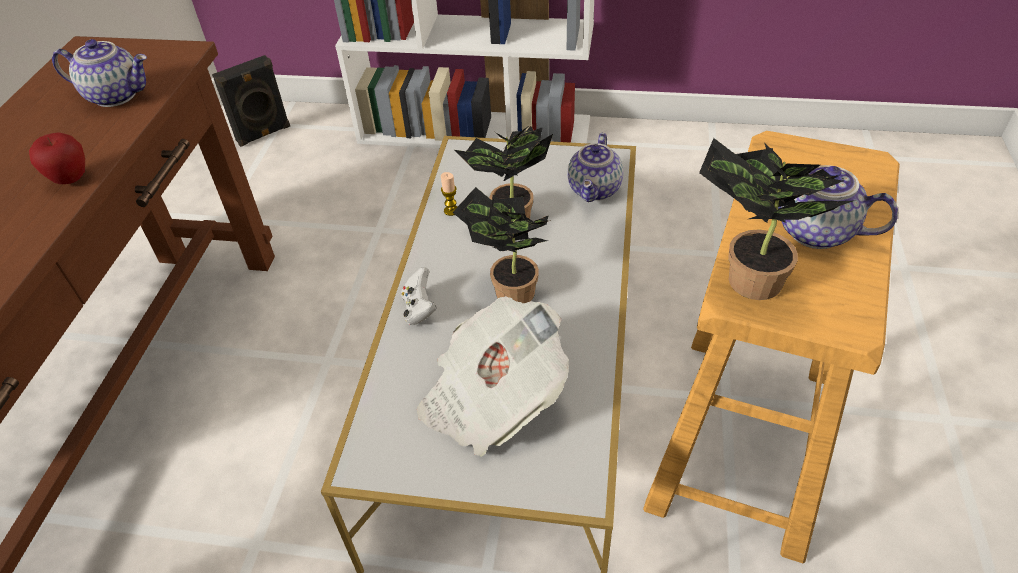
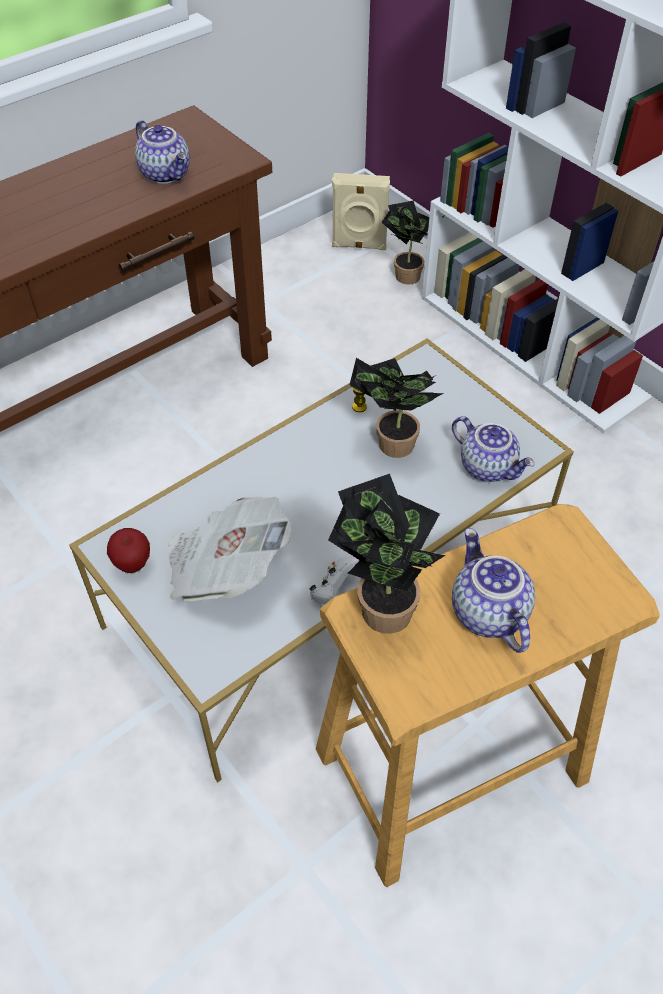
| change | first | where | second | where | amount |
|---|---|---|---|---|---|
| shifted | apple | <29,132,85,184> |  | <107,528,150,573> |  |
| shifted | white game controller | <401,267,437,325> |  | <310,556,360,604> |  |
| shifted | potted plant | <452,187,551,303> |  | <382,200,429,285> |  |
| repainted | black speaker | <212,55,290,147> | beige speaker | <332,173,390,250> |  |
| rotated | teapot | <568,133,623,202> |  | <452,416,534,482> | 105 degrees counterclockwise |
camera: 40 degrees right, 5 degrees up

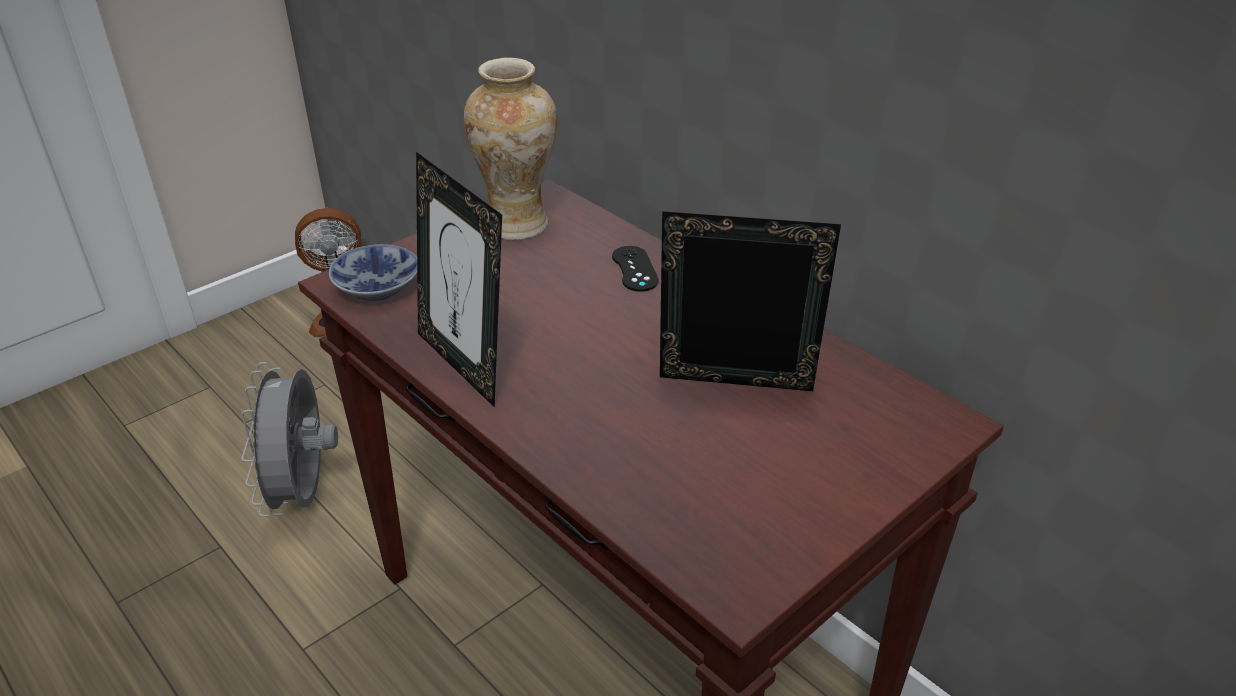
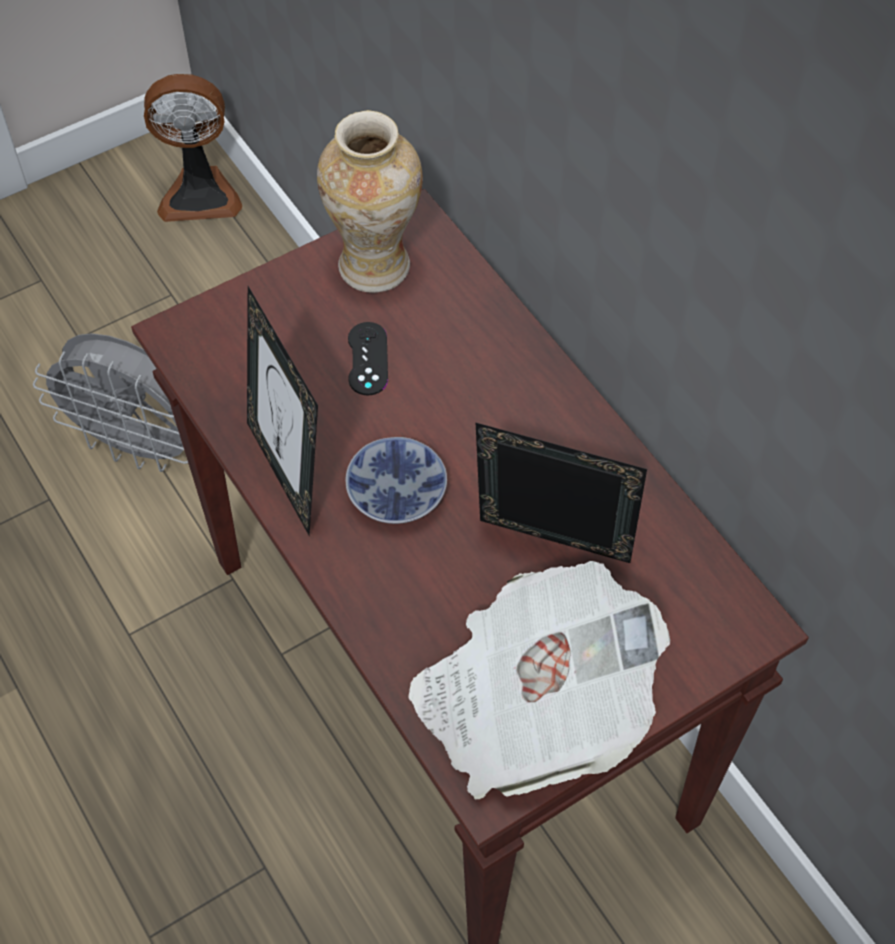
| change | first | where | second | where | amount |
|---|---|---|---|---|---|
| new |  |  | newspaper | <408,561,670,800> |  |
| shifted | bowl | <329,244,417,301> |  | <345,437,447,524> |  |
| shifted | black game controller | <612,246,659,292> |  | <348,322,388,395> |  |
| rotated | grey fan | <241,362,338,517> |  | <33,333,188,472> | 75 degrees counterclockwise |
camera: 10 degrees right, 20 degrees up

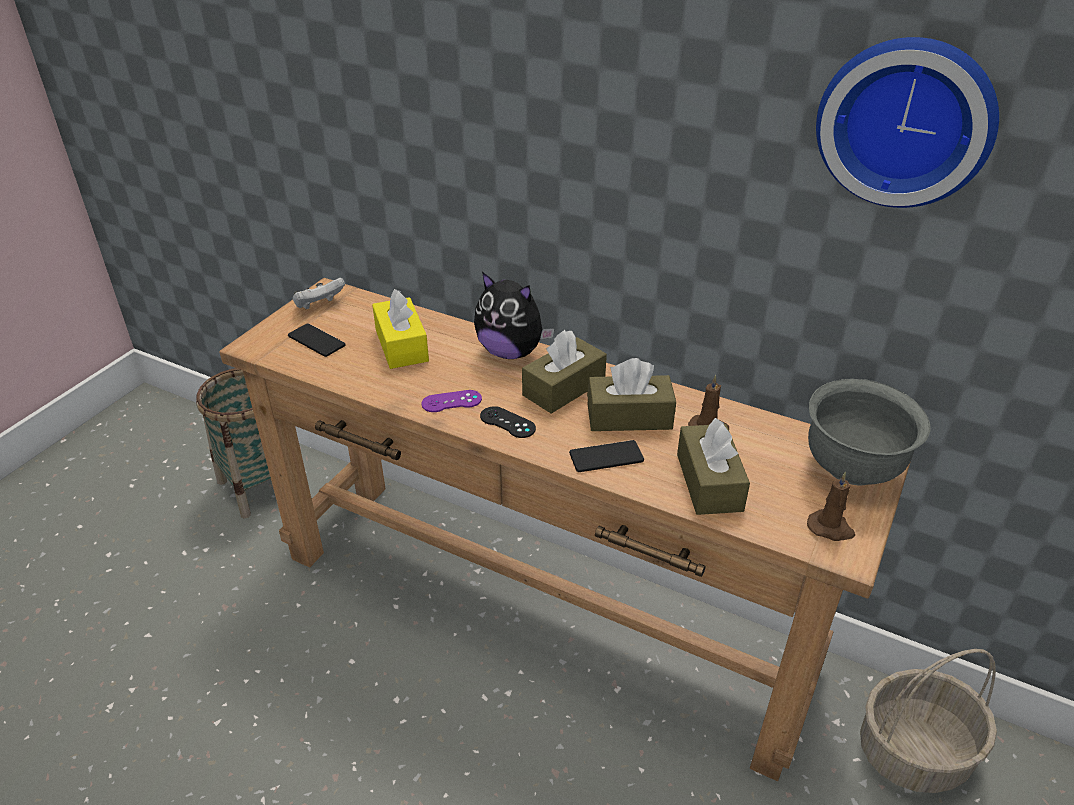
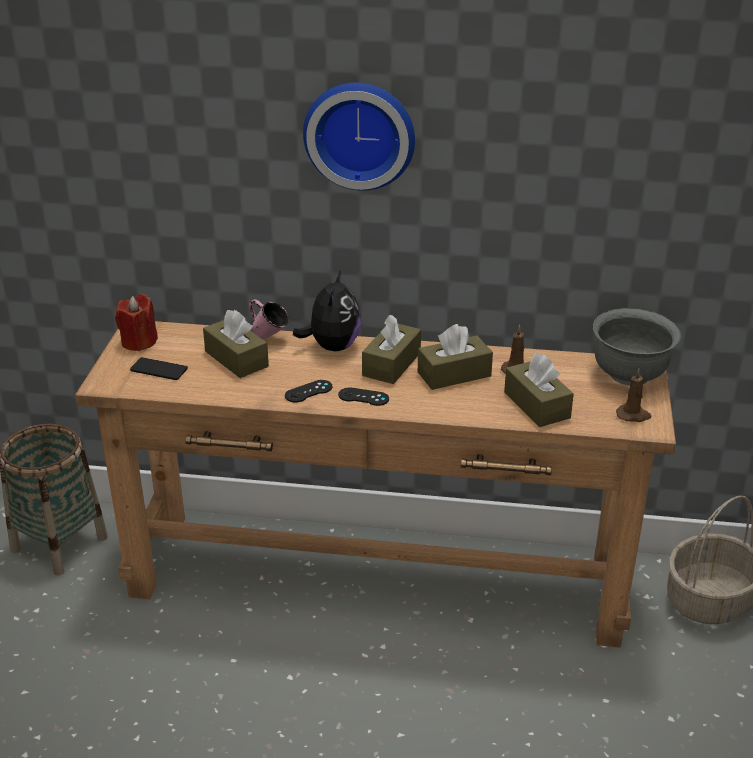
| change | first | where | second | where | amount |
|---|---|---|---|---|---|
| gone | phone | <569,440,644,472> |  |  |  |
| new |  |  | pink mug | <249,299,289,339> |  |
| shifted | wall clock | <816,37,999,208> |  | <303,83,415,191> |  |
| swapped | white game controller | <293,278,345,309> | red candle | <115,294,158,351> |  |
| repainted | yellow tissue box | <372,289,429,369> | brown tissue box | <203,310,269,378> |  |
| repainted | purple game controller | <421,390,482,412> | black game controller | <285,380,332,403> |  |
| rotated | plush toy | <474,272,555,359> |  | <293,270,361,351> | 90 degrees counterclockwise |
camera: 20 degrees left, 5 degrees down

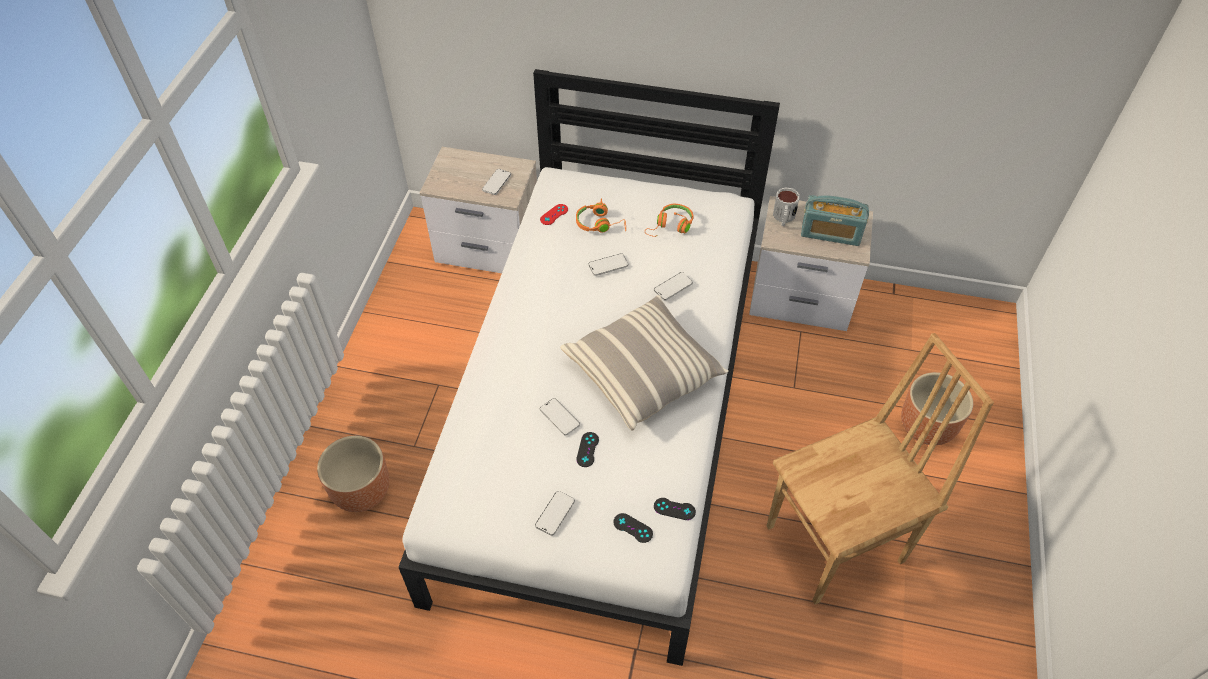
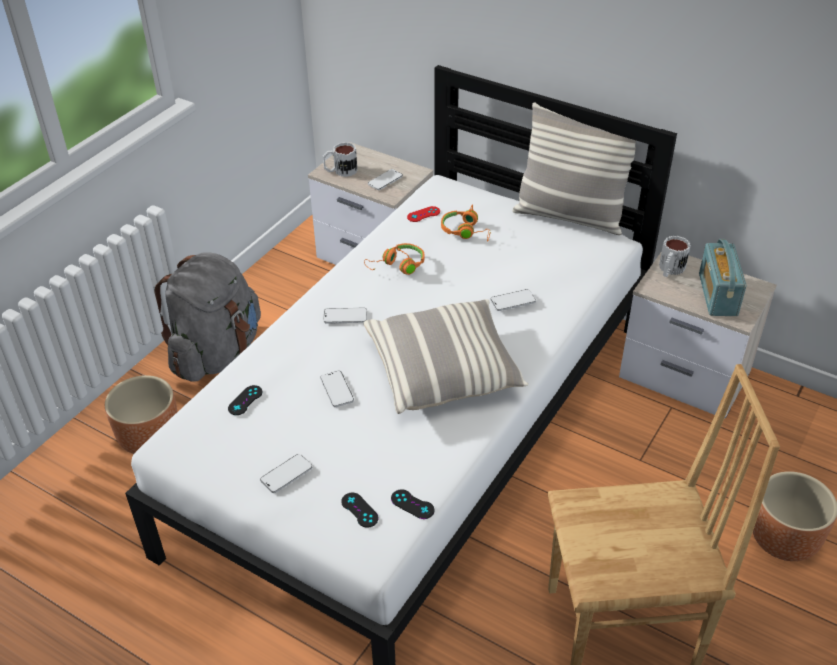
| change | first | where | second | where | amount |
|---|---|---|---|---|---|
| new |  |  | grey backpack | <154,252,261,382> |  |
| new |  |  | mug | <323,142,357,177> |  |
| new |  |  | pillow | <512,102,636,235> |  |
| shifted | black game controller | <576,432,599,467> |  | <228,385,263,415> |  |
| shifted | phone | <588,253,628,276> |  | <323,308,367,324> |  |
| shifted | orange headphones | <645,204,694,237> |  | <364,243,425,275> |  |
| rotated | radio | <801,195,869,246> |  | <699,239,747,316> | 60 degrees clockwise |
camera: 20 degrees right, 10 degrees down

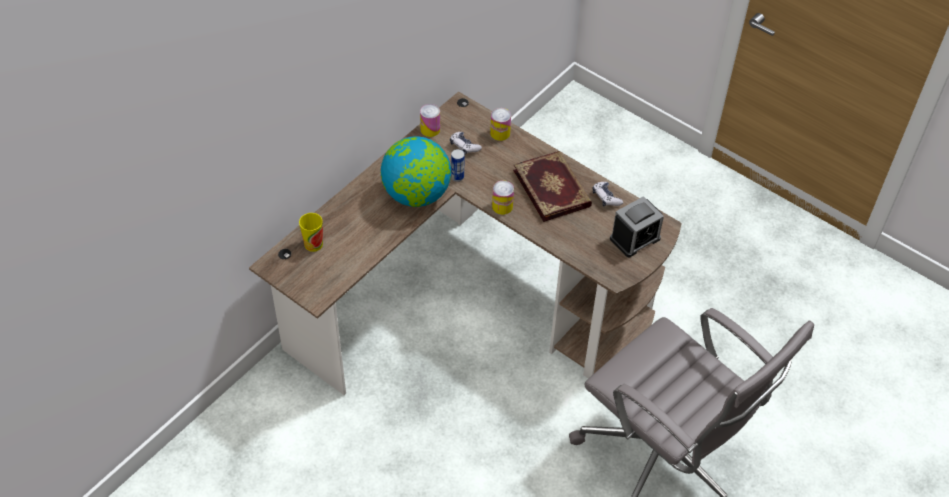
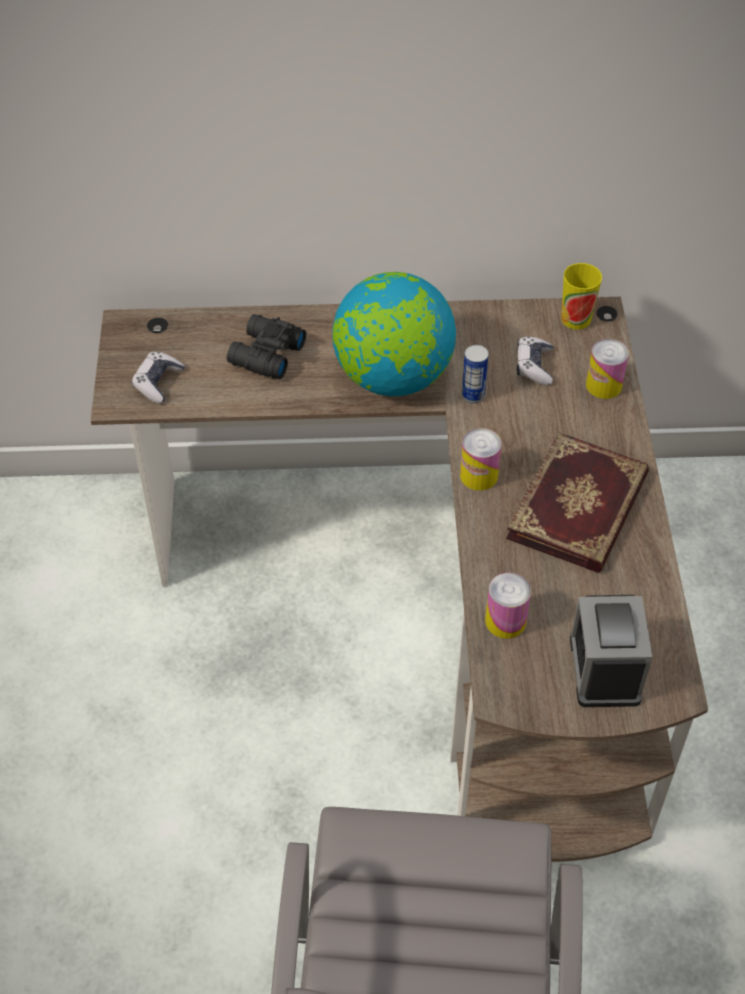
| change | first | where | second | where | amount |
|---|---|---|---|---|---|
| new |  |  | black binoculars | <227,314,306,379> |  |
| shifted | cup | <299,213,323,252> |  | <561,263,602,330> |  |
| shifted | can | <420,104,440,137> |  | <485,573,531,639> |  |
| shifted | game controller | <592,182,623,206> |  | <132,352,185,404> |  |
| rotated | alarm clock | <610,196,664,257> |  | <570,595,652,707> | 75 degrees clockwise |
camera: 50 degrees right, 0 degrees up

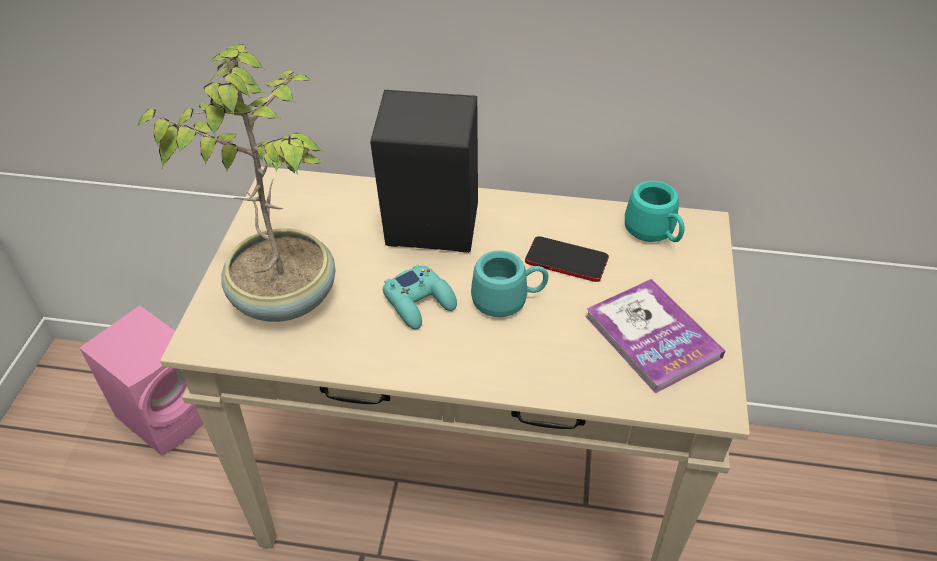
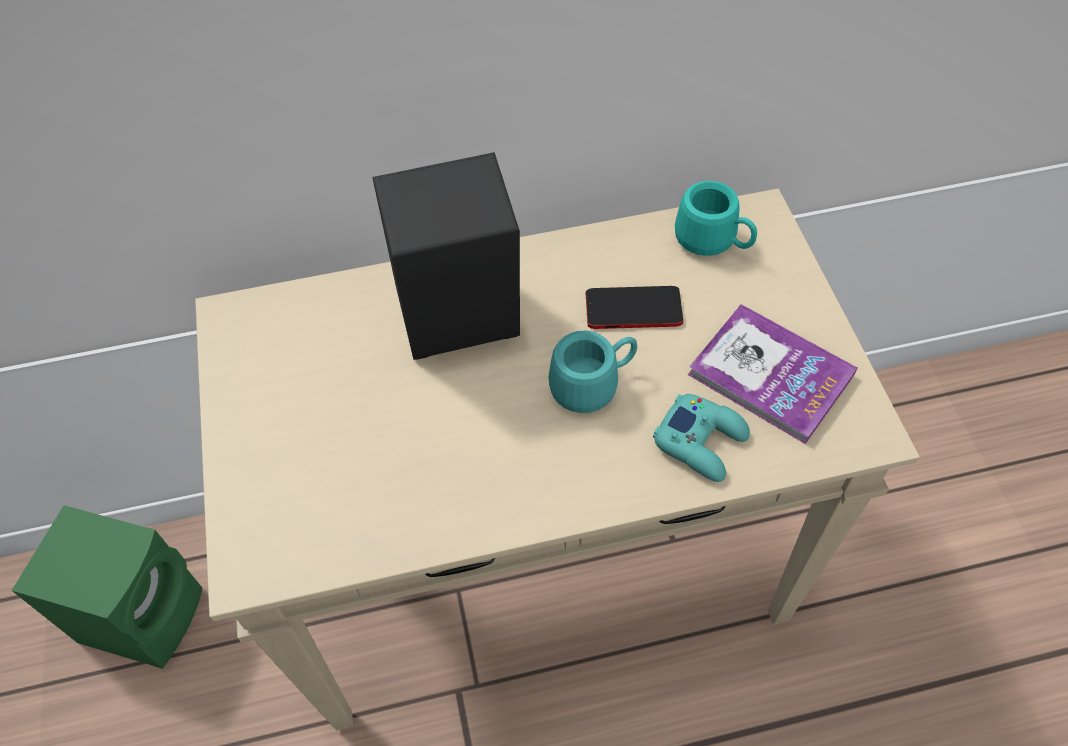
| change | first | where | second | where | amount |
|---|---|---|---|---|---|
| gone | potted plant | <137,44,336,322> |  |  |  |
| shifted | turquoise game controller | <383,264,457,329> |  | <653,394,750,482> |  |
| repainted | pink speaker | <80,305,203,456> | green speaker | <12,505,203,669> |  |
camera: 20 degrees left, 10 degrees up

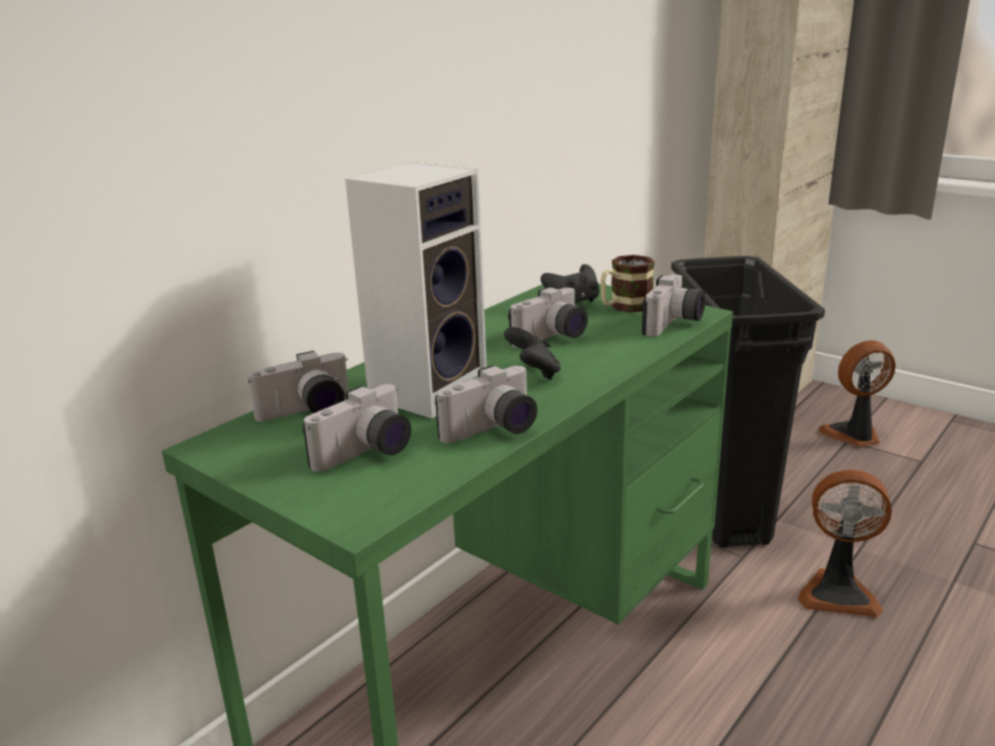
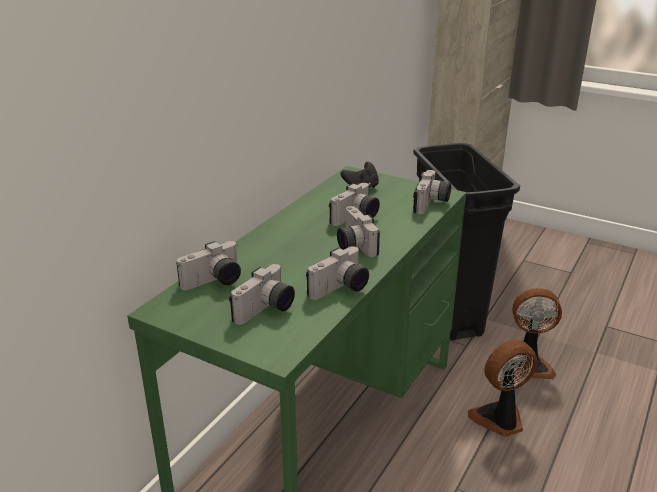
| change | first | where | second | where | amount |
|---|---|---|---|---|---|
| gone | speaker | <345,162,487,419> |  |  |  |
| gone | mug | <600,255,655,313> |  |  |  |
| shifted | fan | <819,340,895,447> |  | <468,340,537,437> |  |
| swapped | black game controller | <504,327,561,380> | photo camera | <337,206,380,257> |  |
camera: 10 degrees left, 5 degrees up

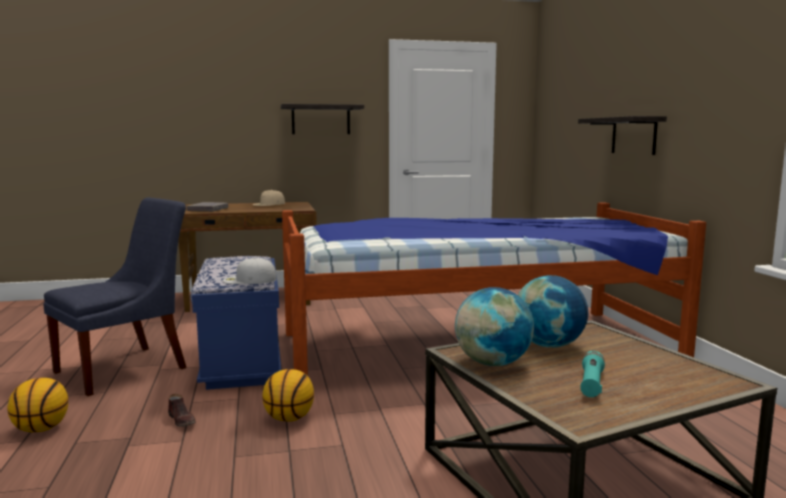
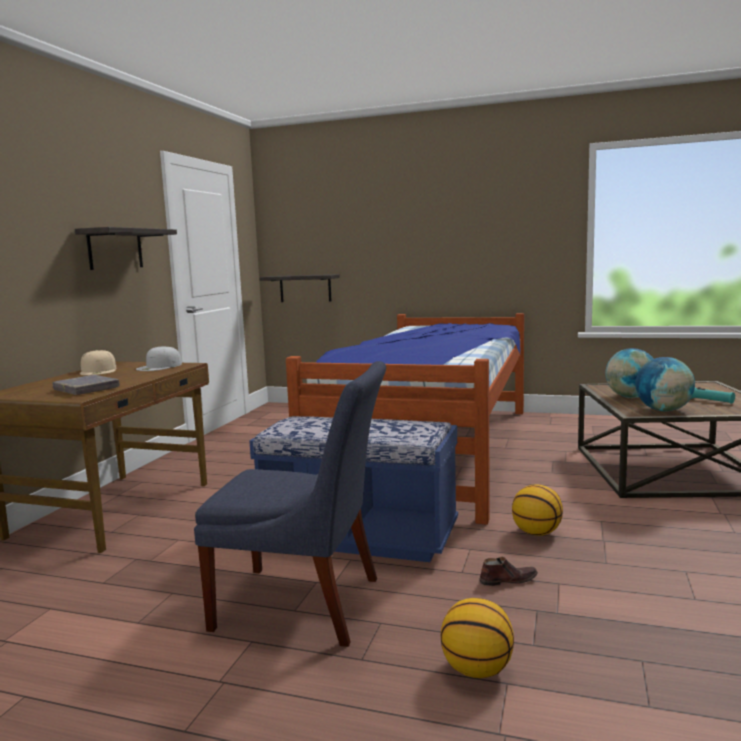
| change | first | where | second | where | amount |
|---|---|---|---|---|---|
| shifted | white cap | <223,258,276,284> |  | <136,346,182,371> |  |
| shifted | shelf | <578,116,667,155> |  | <259,274,340,302> |  |
| rotated | blue chair | <43,197,187,396> |  | <194,361,386,647> | 120 degrees clockwise |
camera: 60 degrees left, 0 degrees up

